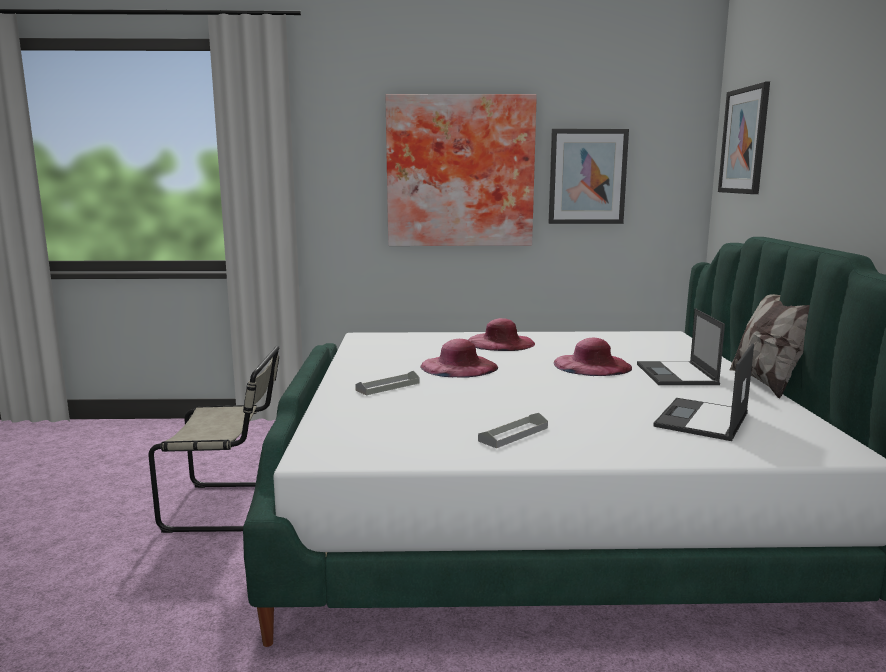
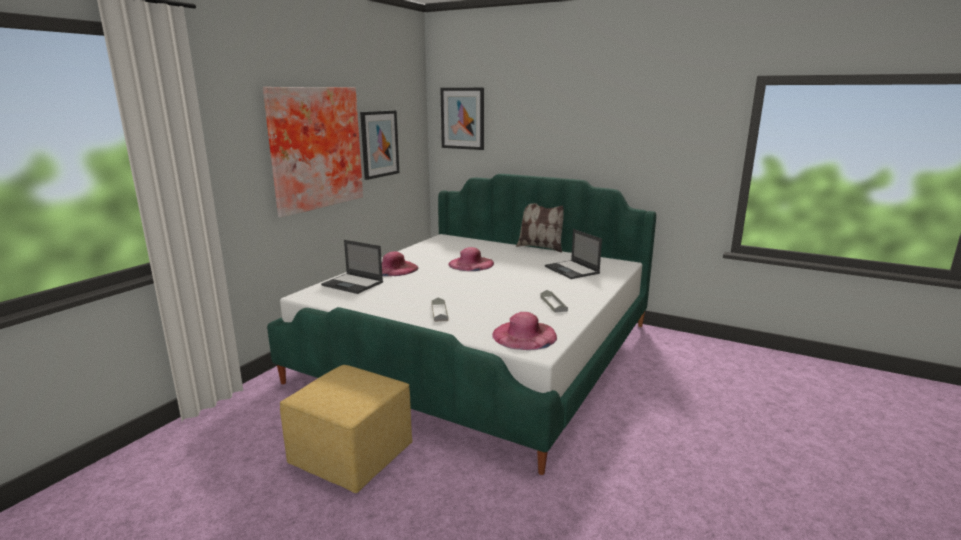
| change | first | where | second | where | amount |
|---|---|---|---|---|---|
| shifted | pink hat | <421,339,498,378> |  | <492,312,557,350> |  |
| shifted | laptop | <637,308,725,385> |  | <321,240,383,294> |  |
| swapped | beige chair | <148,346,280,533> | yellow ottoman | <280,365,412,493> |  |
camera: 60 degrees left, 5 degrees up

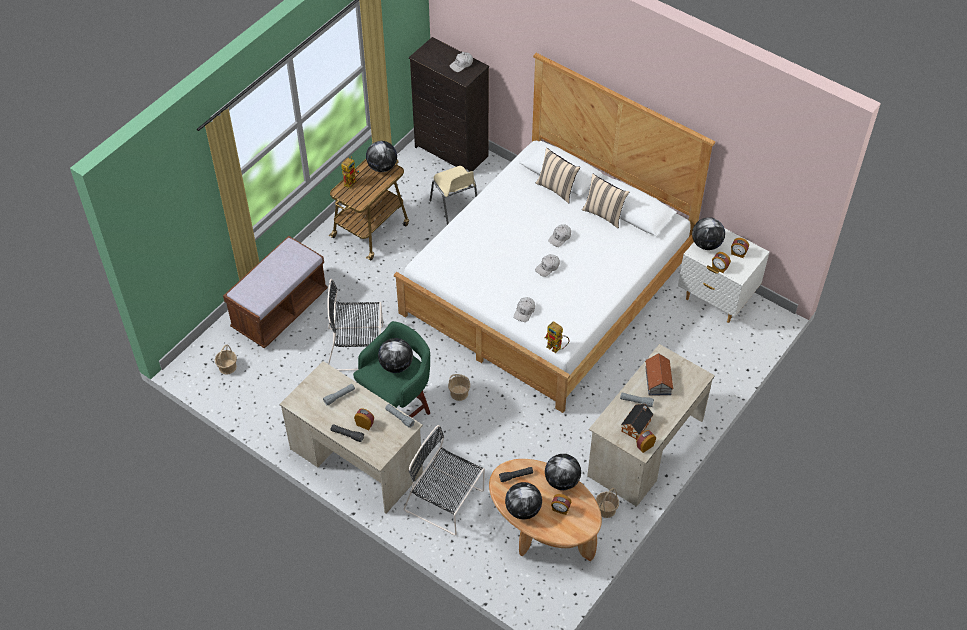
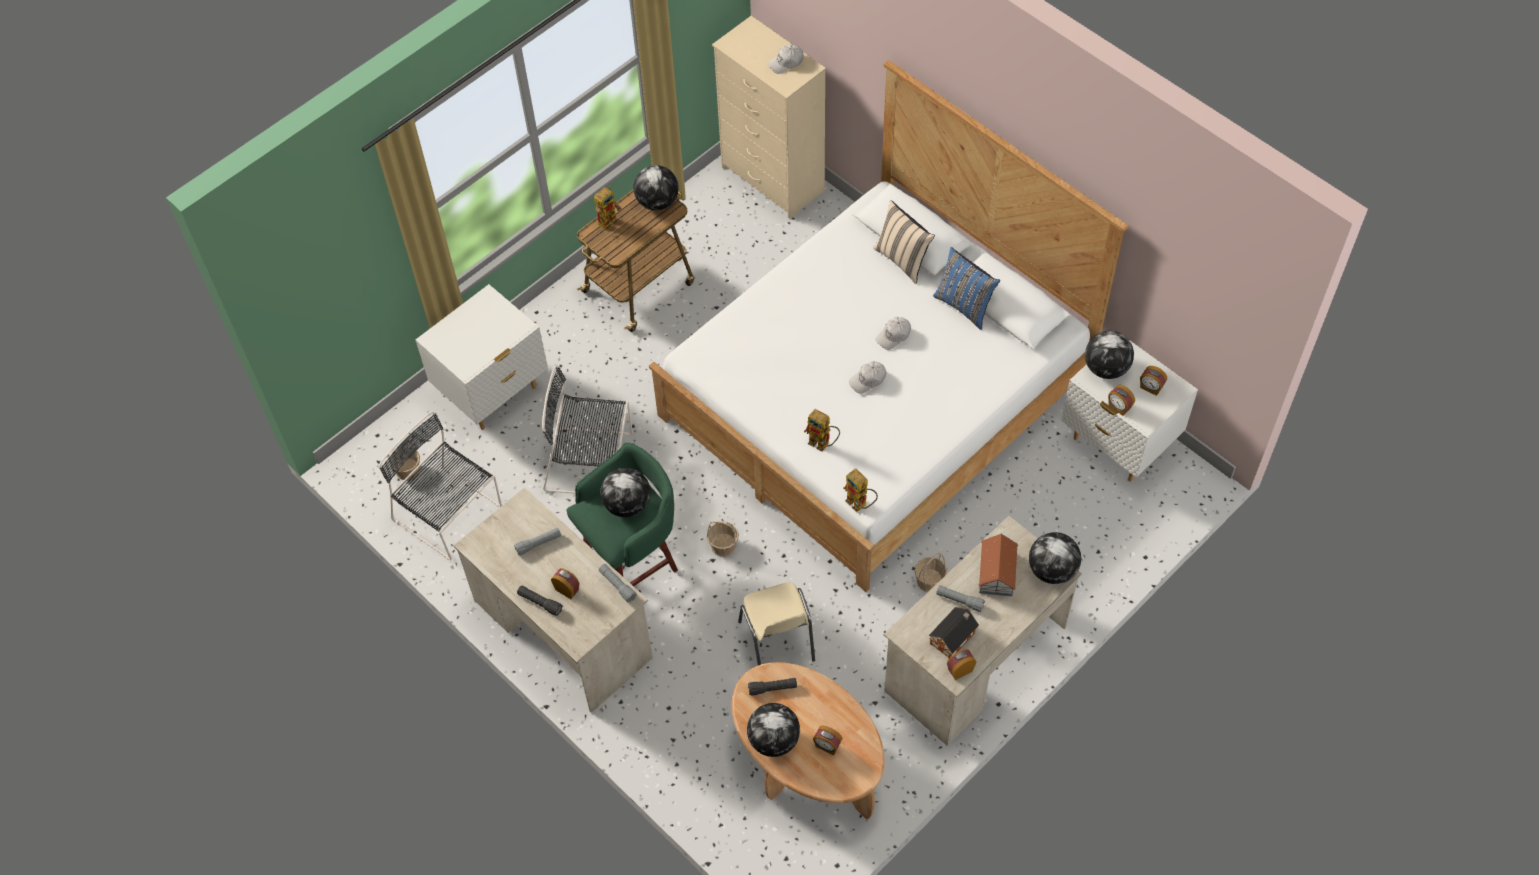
| change | first | where | second | where | amount |
|---|---|---|---|---|---|
| shifted | black chair | <404,425,485,535> |  | <379,412,502,560> |  |
| shifted | beige chair | <430,166,477,225> |  | <738,582,815,665> |  |
| shifted | globe | <545,454,581,490> |  | <1029,532,1081,584> |  |
| shifted | basket | <596,488,619,518> |  | <915,553,947,592> |  |
| swapped | brown bench | <223,236,328,348> | white nightstand | <416,284,548,430> |  |
| swapped | white cap | <514,297,535,322> | toy robot | <804,409,840,452> |  |
| repainted | black dresser | <409,37,489,172> | beige dresser | <712,16,826,219> |  |
| repainted | beige pillow | <582,174,629,228> | blue pillow | <933,247,1000,330> |  |
camera: 10 degrees right, 5 degrees up

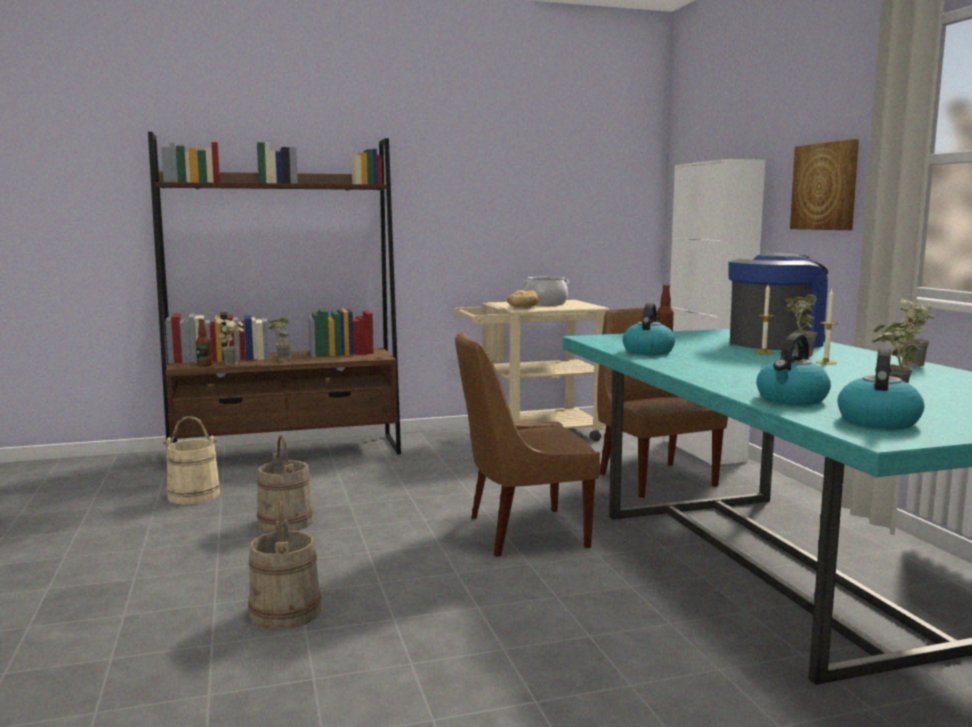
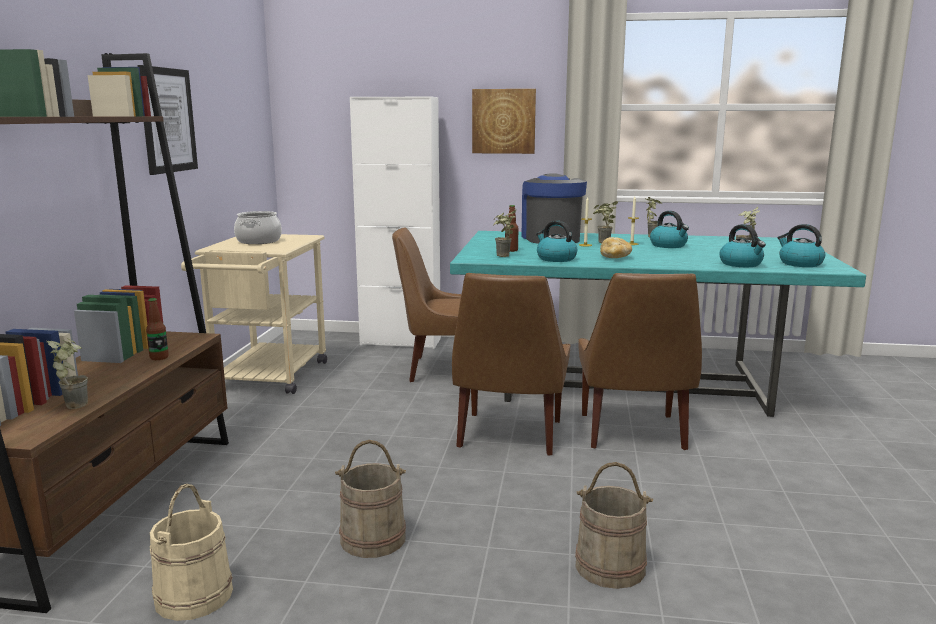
| change | first | where | second | where | amount |
|---|---|---|---|---|---|
| new |  |  | picture | <137,65,198,175> |  |
| new |  |  | brown chair | <578,273,702,450> |  |
| new |  |  | kettle | <650,211,689,248> |  |
| shifted | bottle | <196,319,212,367> |  | <146,298,169,360> |  |
| shifted | potted plant | <268,317,292,362> |  | <493,210,517,257> |  |
| shifted | bread | <507,290,539,308> |  | <600,237,632,258> |  |
camera: 65 degrees left, 5 degrees up

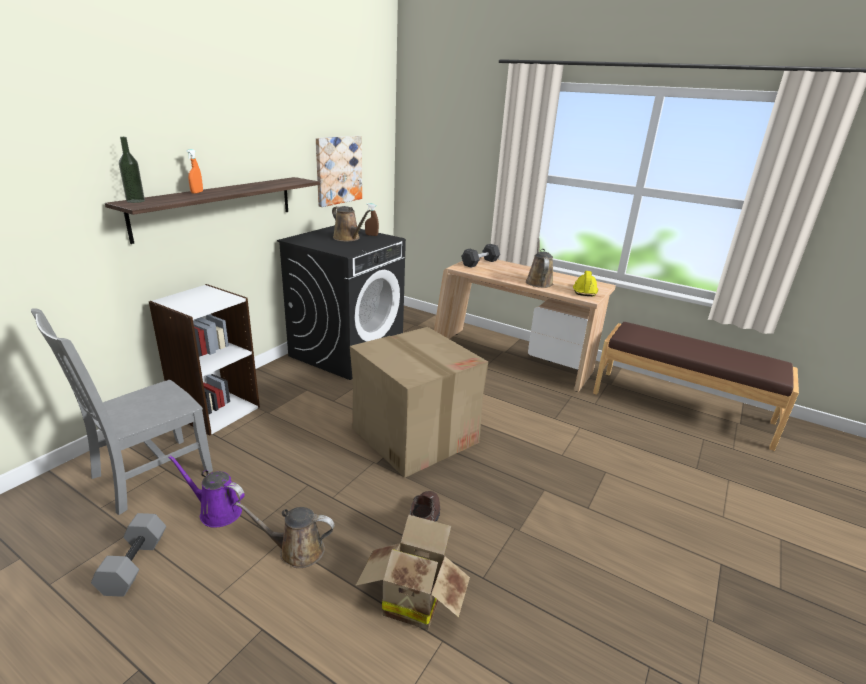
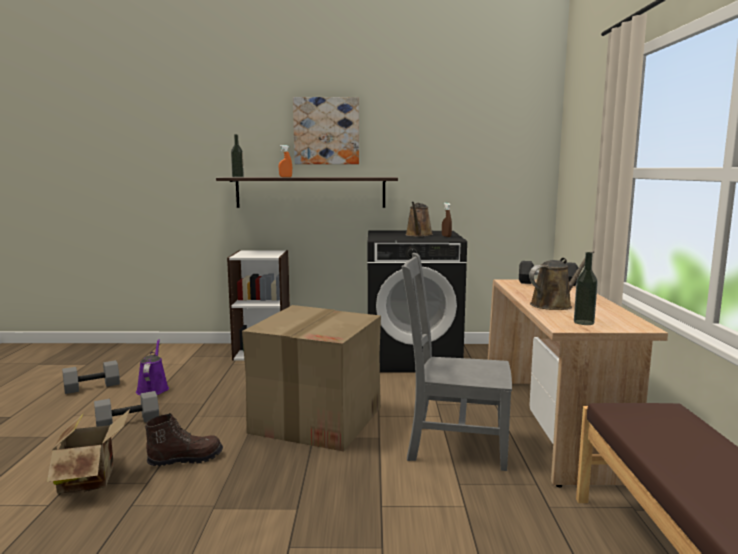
| change | first | where | second | where | amount |
|---|---|---|---|---|---|
| shifted | grey chair | <31,308,213,515> |  | <402,253,512,471> |  |
| shifted | picture | <316,136,362,207> |  | <293,97,359,164> |  |
| swapped | brown watering can | <236,502,334,568> | grey dumbbell | <94,391,159,427> |  |
| swapped | yellow hard hat | <573,271,598,296> | bottle | <574,252,598,325> |  |
camera: 60 degrees right, 15 degrees down

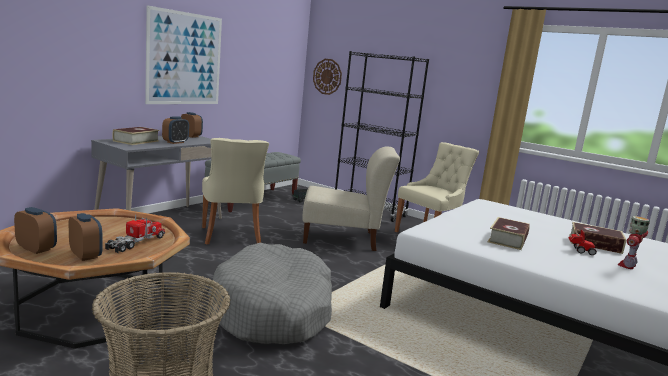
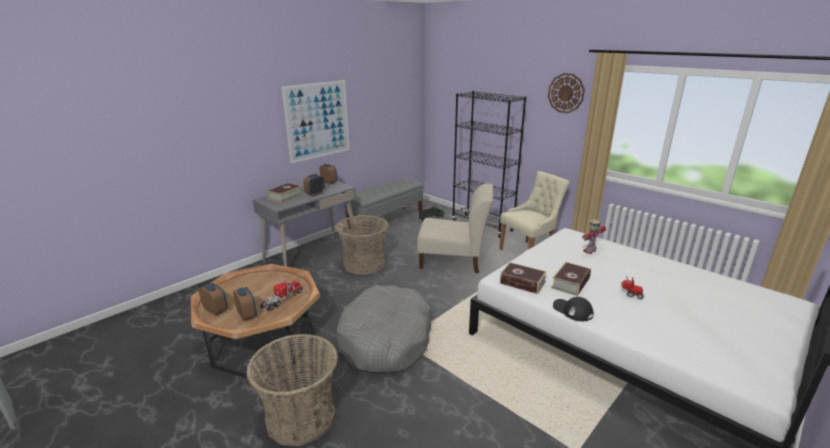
| change | first | where | second | where | amount |
|---|---|---|---|---|---|
| new |  |  | black cap | <553,297,594,321> |  |
| shifted | wall clock | <313,59,342,95> |  | <548,73,585,113> |  |
| shifted | book | <570,222,627,254> |  | <500,262,547,294> |  |
| shifted | toy robot | <617,216,650,269> |  | <582,219,606,254> |  |
| swapped | beige chair | <202,138,269,244> | basket | <336,215,388,275> |  |
camera: 10 degrees right, 10 degrees up

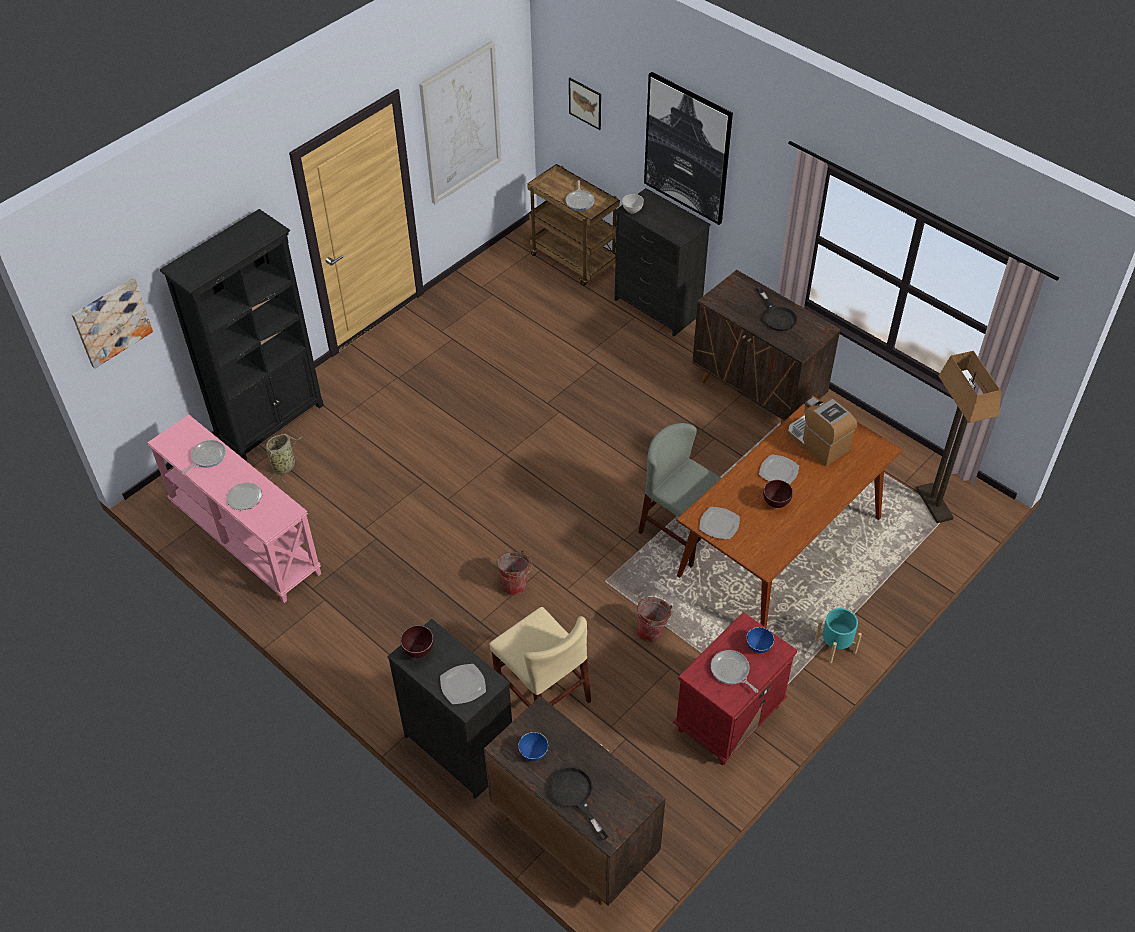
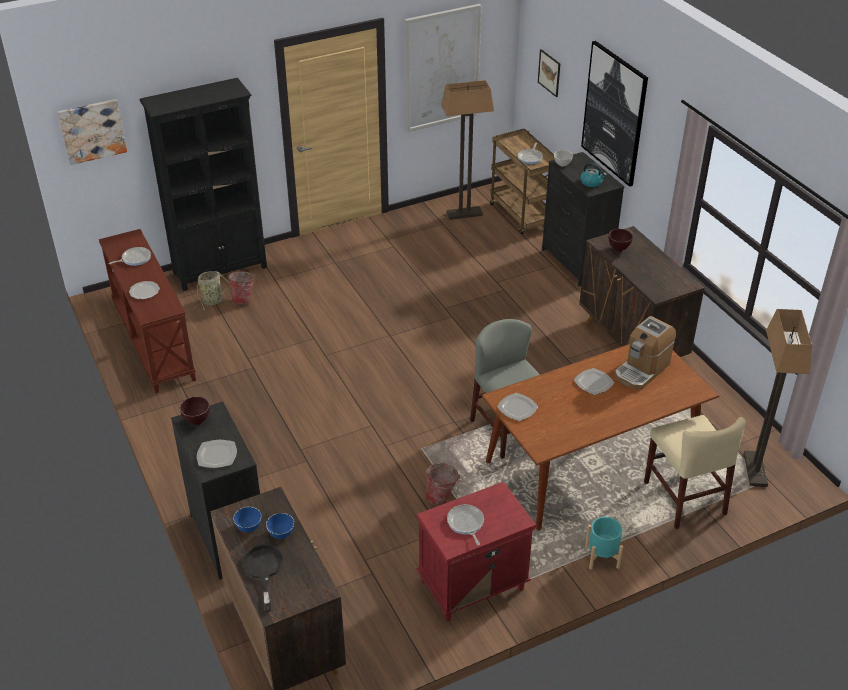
| change | first | where | second | where | amount |
|---|---|---|---|---|---|
| gone | black frying pan | <756,287,797,331> |  |  |  |
| new |  |  | floor lamp | <441,80,494,220> |  |
| new |  |  | kettle | <580,163,607,187> |  |
| shifted | beige chair | <489,607,591,707> |  | <644,415,746,529> |  |
| shifted | bucket | <496,551,532,595> |  | <228,271,256,304> |  |
| shifted | blue bowl | <746,627,774,653> |  | <266,513,294,539> |  |
| shifted | brown bowl | <763,480,793,508> |  | <609,229,633,252> |  |
| repainted | pink console table | <147,415,321,603> | brown console table | <99,229,196,393> |  |
| rotated | coffee machine | <787,397,857,467> |  | <614,316,676,390> | 120 degrees counterclockwise |
camera: 20 degrees right, 10 degrees down

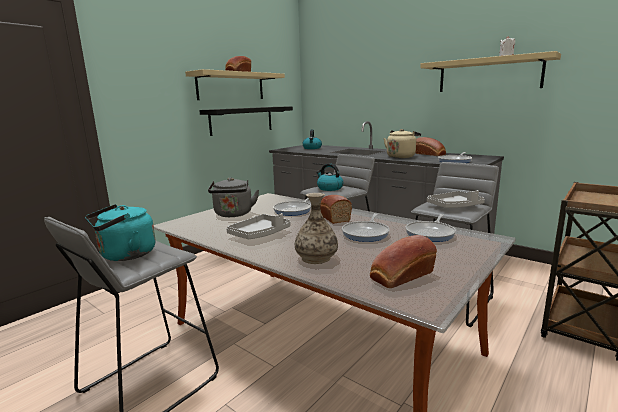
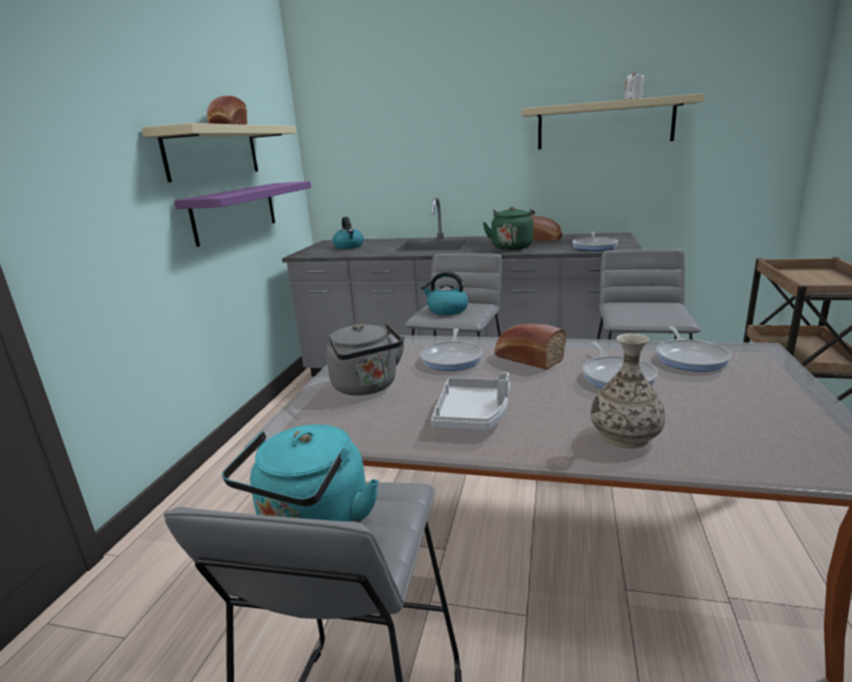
| change | first | where | second | where | amount |
|---|---|---|---|---|---|
| gone | bread | <370,235,437,288> |  |  |  |
| gone | grey tray | <427,190,485,208> |  |  |  |
| repainted | black shelf | <199,106,293,136> | purple shelf | <174,181,311,247> |  |
| repainted | beige kettle | <383,129,421,158> | green kettle | <483,207,535,250> |  |
camera: 25 degrees left, 5 degrees up

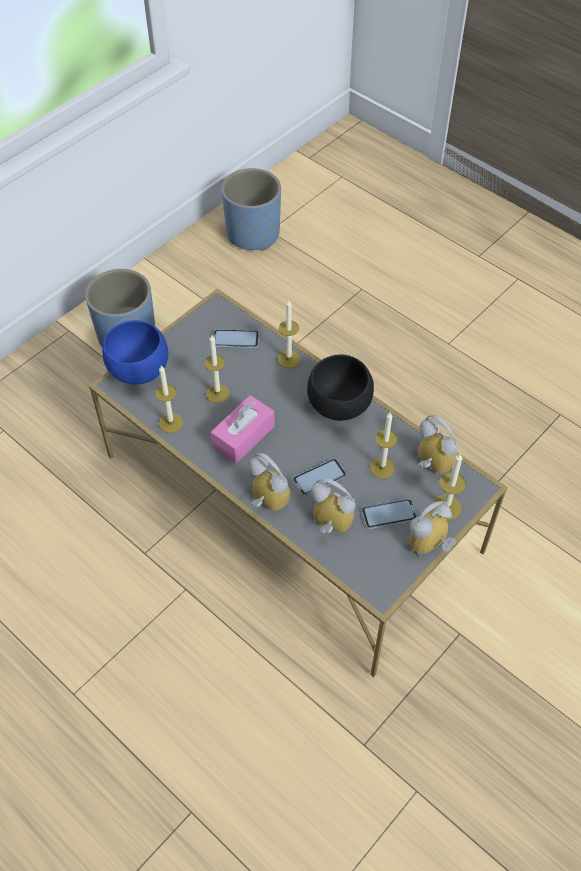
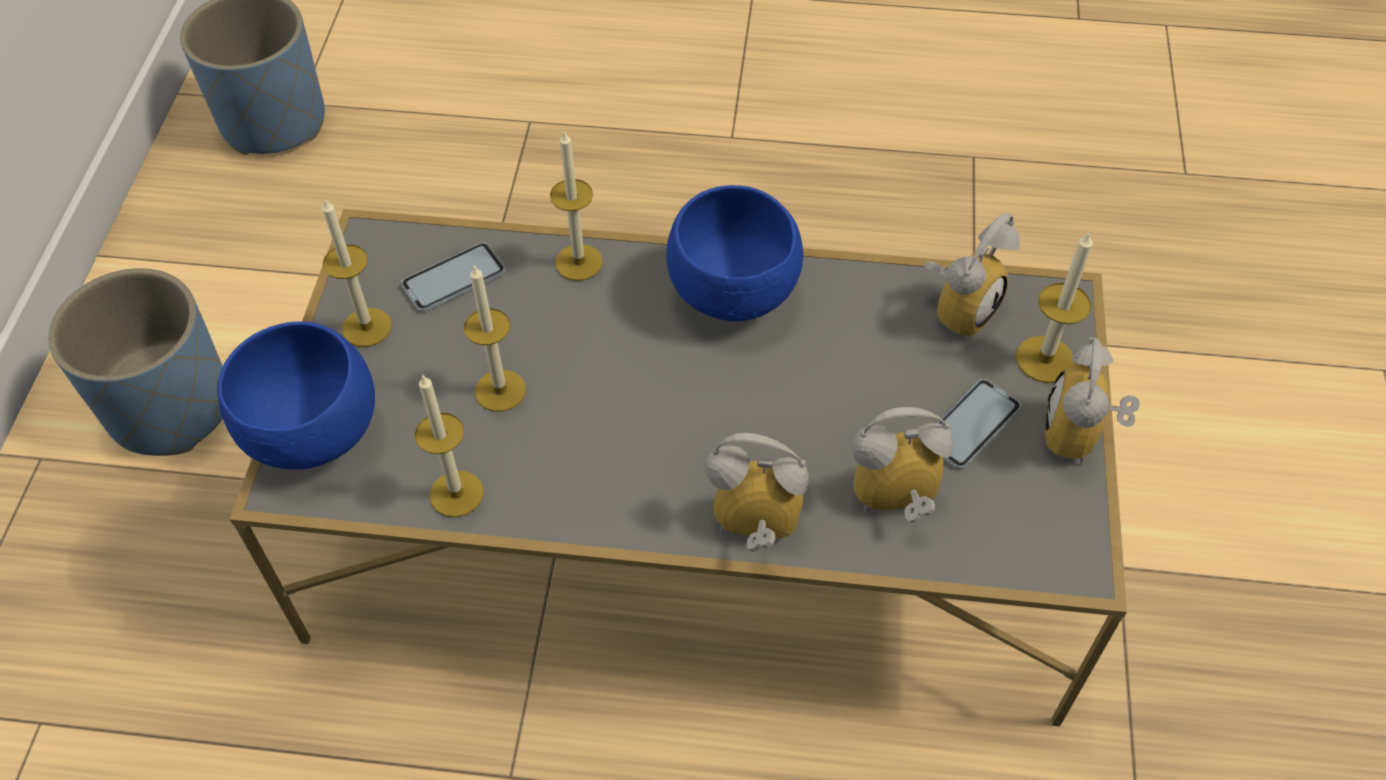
| change | first | where | second | where | amount |
|---|---|---|---|---|---|
| gone | pink tissue box | <211,395,275,464> |  |  |  |
| gone | phone | <293,459,346,496> |  |  |  |
| shifted | candle | <370,413,397,479> |  | <322,200,392,347> |  |
| repainted | black bowl | <307,354,374,421> | blue bowl | <666,185,803,321> |  |
| rotated | alarm clock | <417,415,458,474> |  | <924,213,1020,339> | 120 degrees clockwise |
camera: 35 degrees left, 0 degrees up

